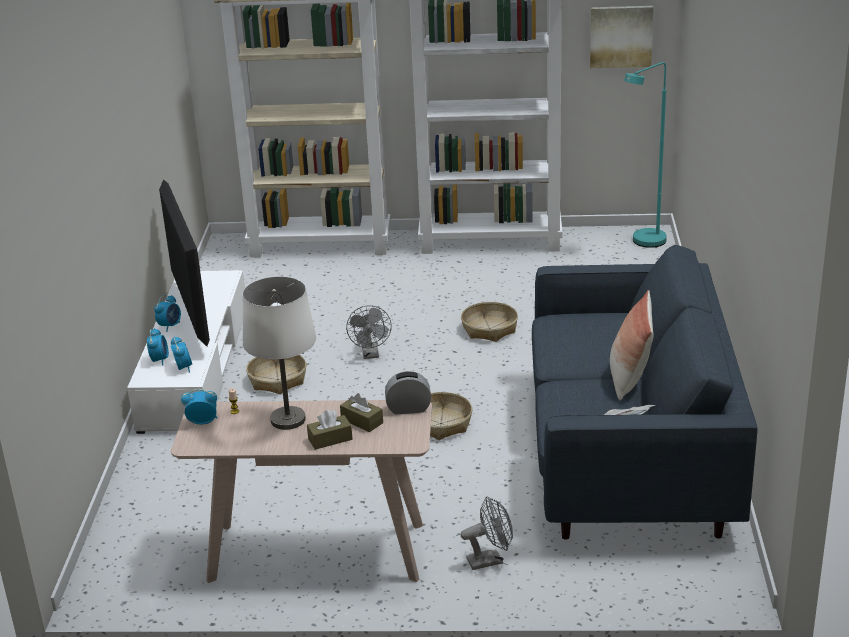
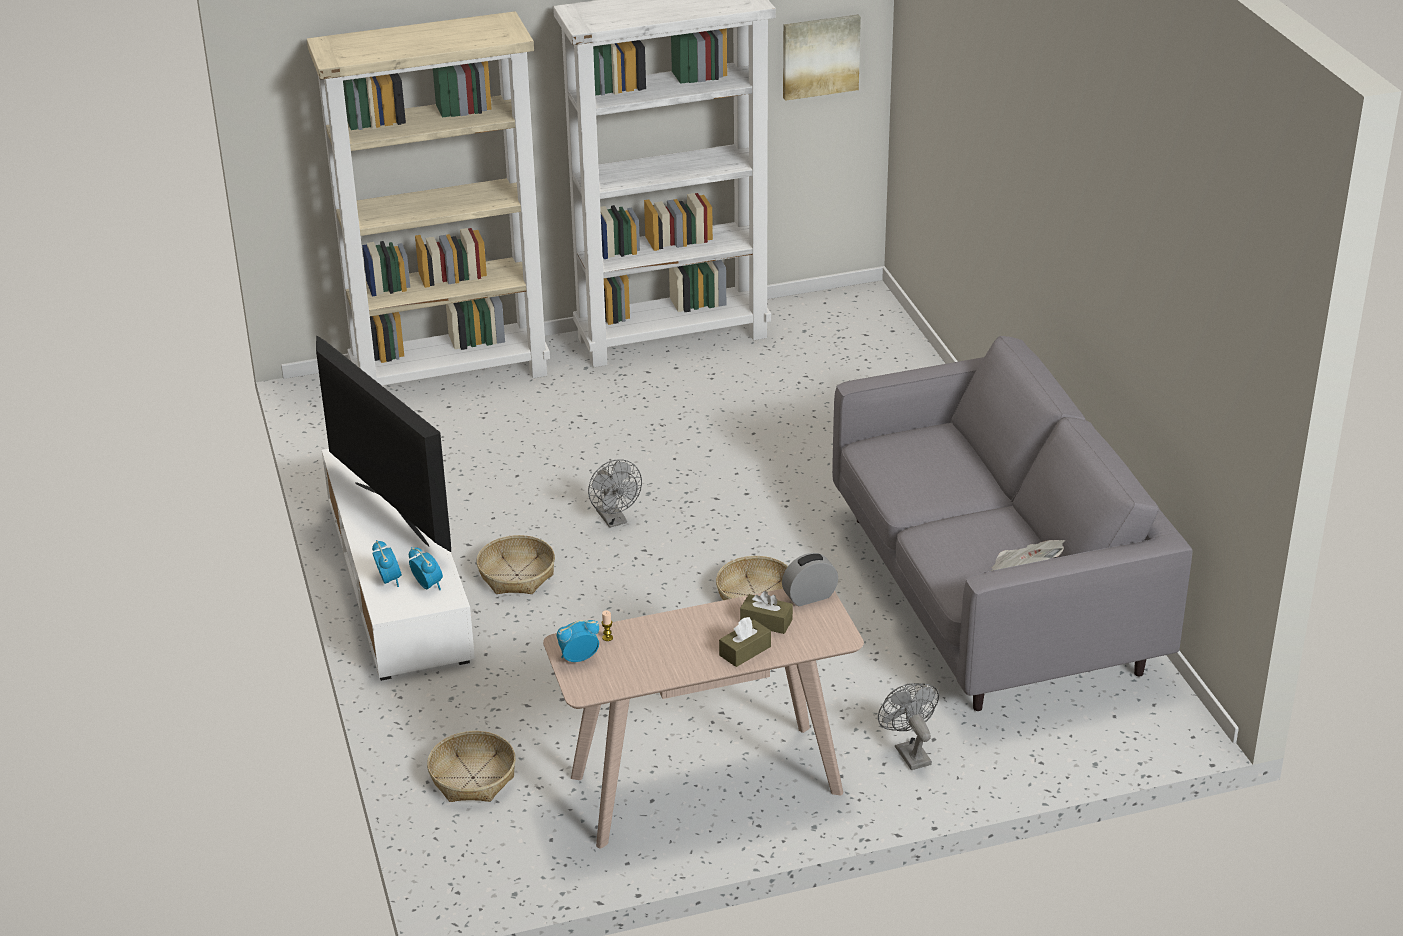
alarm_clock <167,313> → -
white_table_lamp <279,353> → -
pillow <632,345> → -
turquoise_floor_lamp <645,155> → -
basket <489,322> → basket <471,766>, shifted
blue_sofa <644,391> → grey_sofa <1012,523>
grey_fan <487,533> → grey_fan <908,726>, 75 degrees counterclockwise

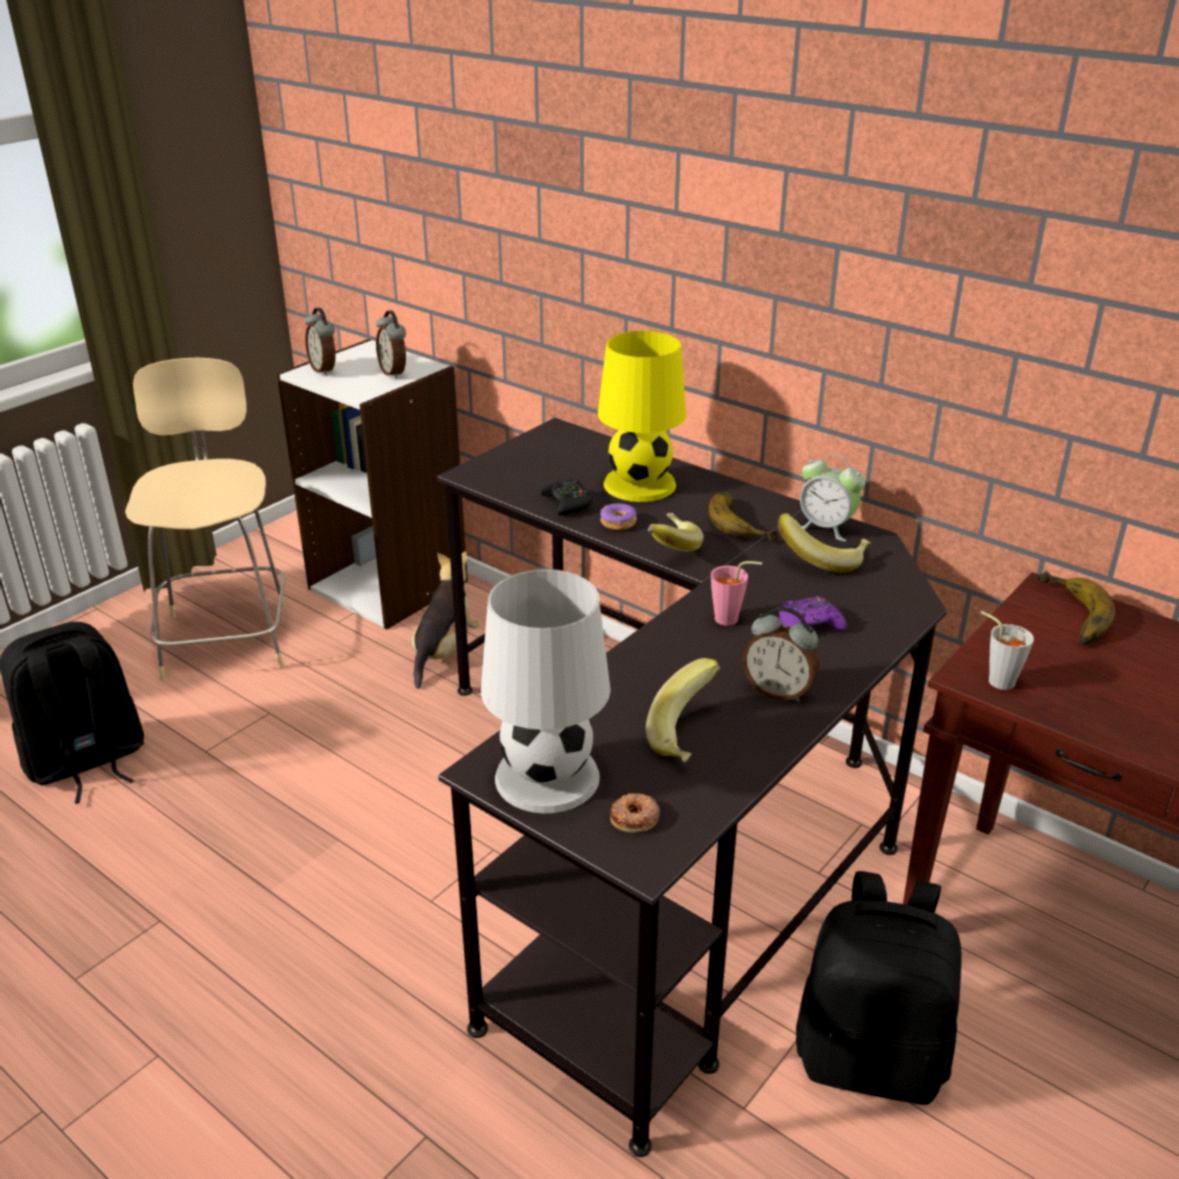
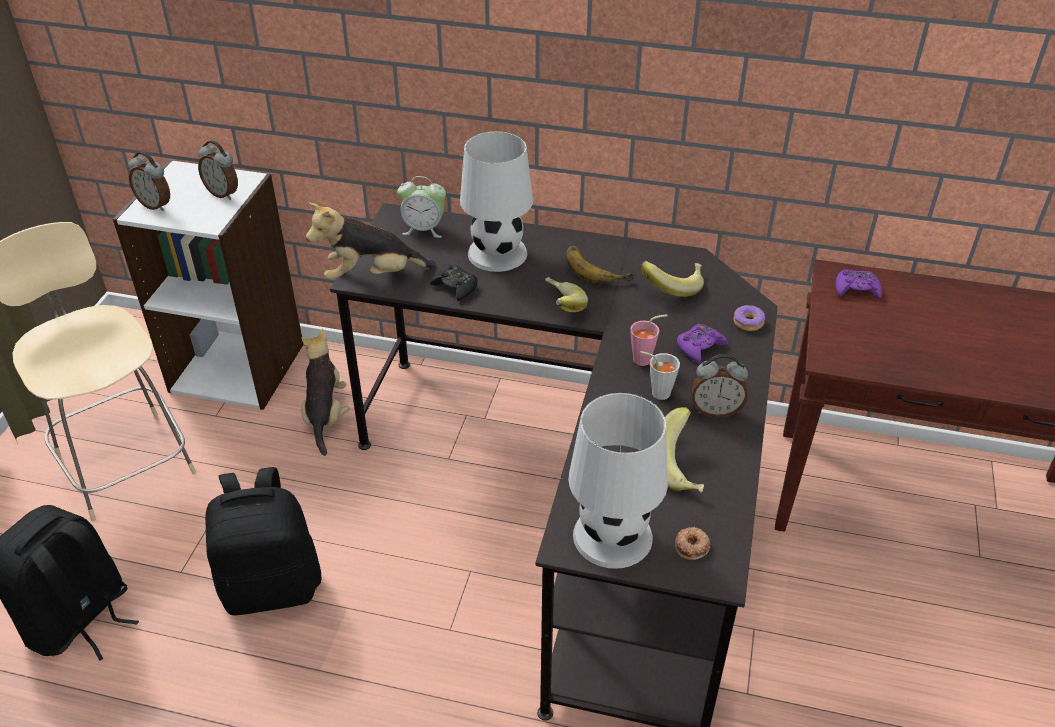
- → plush_toy <371,241>
donut <618,516> → donut <749,318>, shifted
black_backpack <879,988> → black_backpack <263,541>, shifted
alarm_clock <832,497> → alarm_clock <421,207>, shifted
grey_cup <1007,650> → grey_cup <660,375>, shifted
banana <1076,608> → purple_game_controller <859,284>
yellow_table_lamp <642,416> → white_table_lamp <496,201>

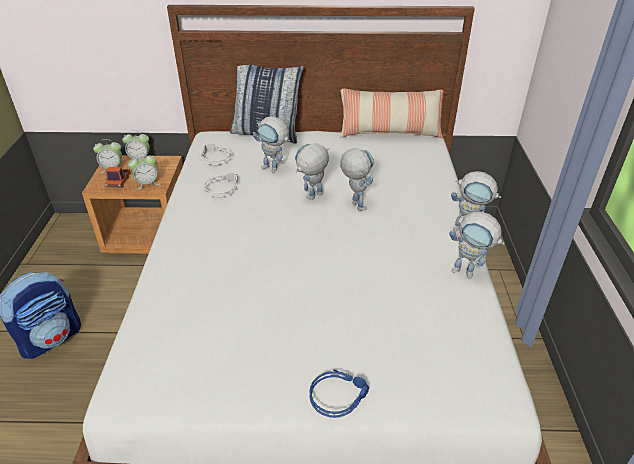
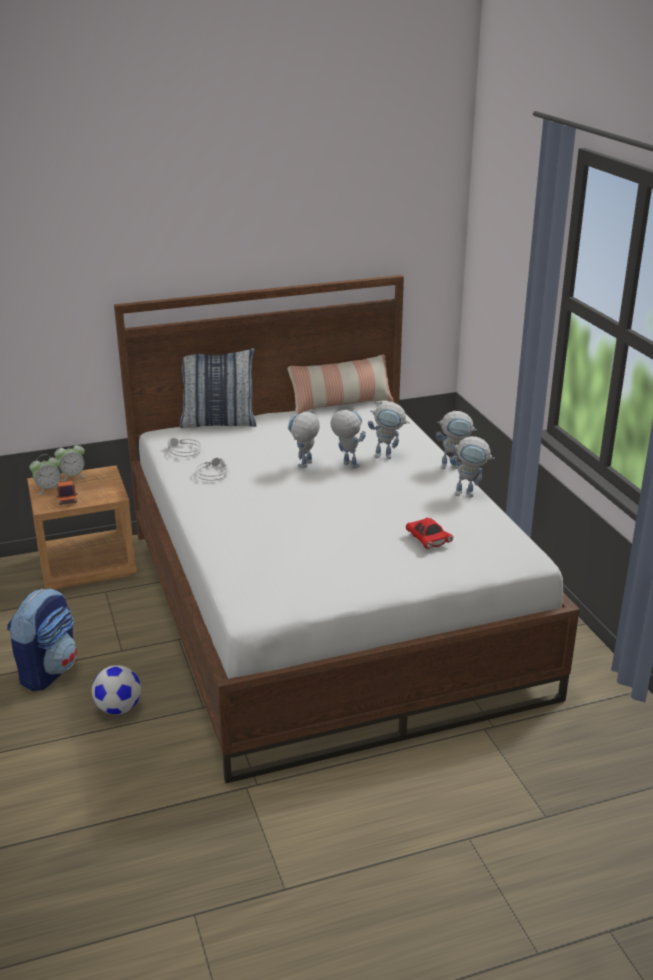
alarm_clock <144,171> → -
blue_headphones <339,393> → -
- → football <116,689>
- → red_toy_car <429,533>
toy_robot <271,144> → toy_robot <389,430>, shifted

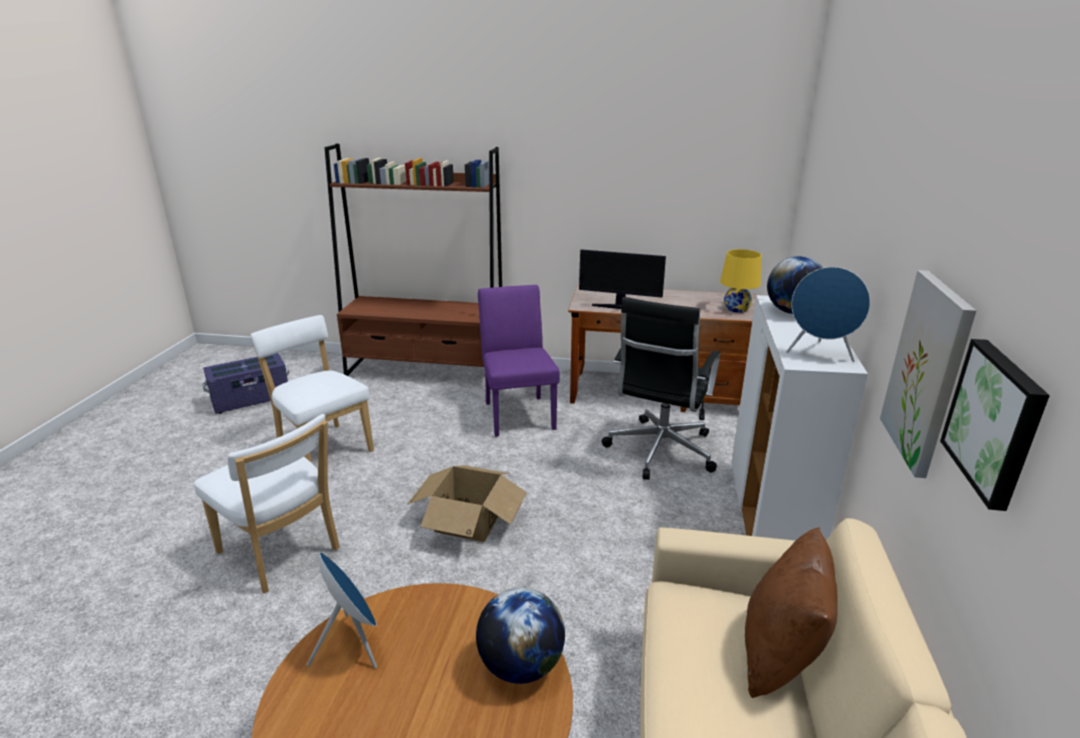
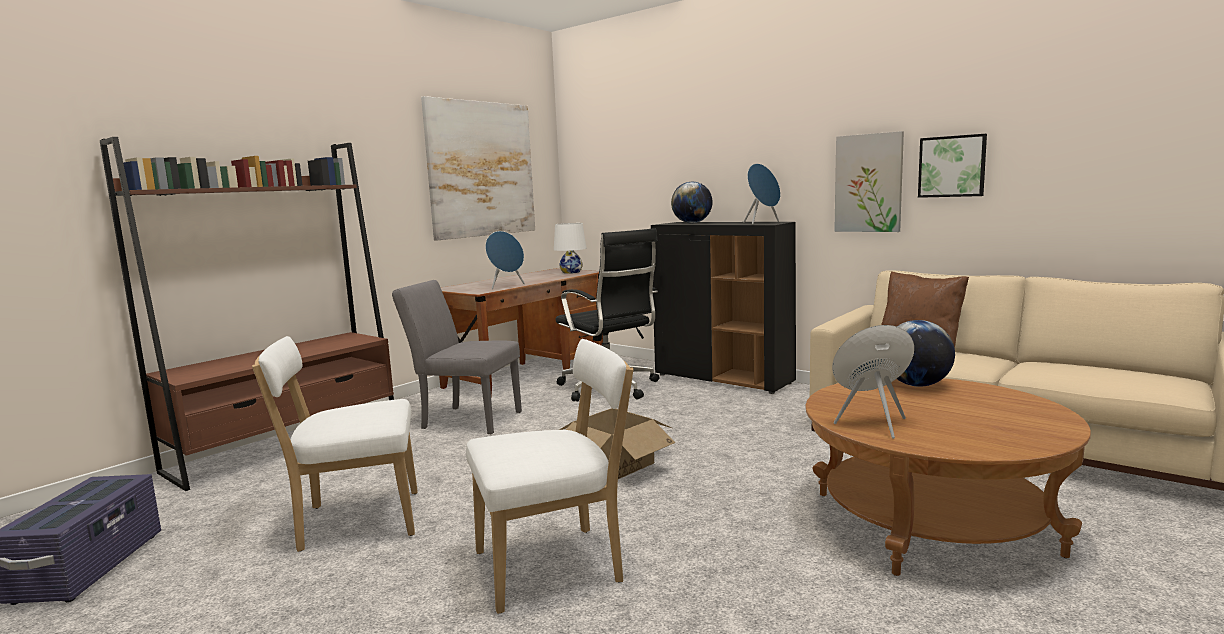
- → picture <478,168>
monitor <622,279> → blue_speaker <505,260>
purple_chair <519,361> → grey_chair <457,357>
yellow_table_lamp <741,281> → white_table_lamp <570,248>
white_cabinet <800,418> → black_cabinet <723,308>

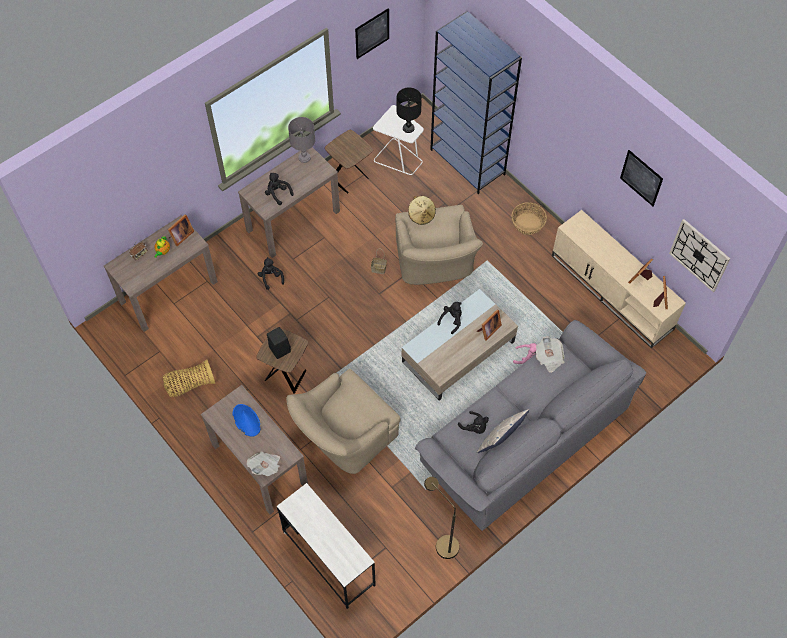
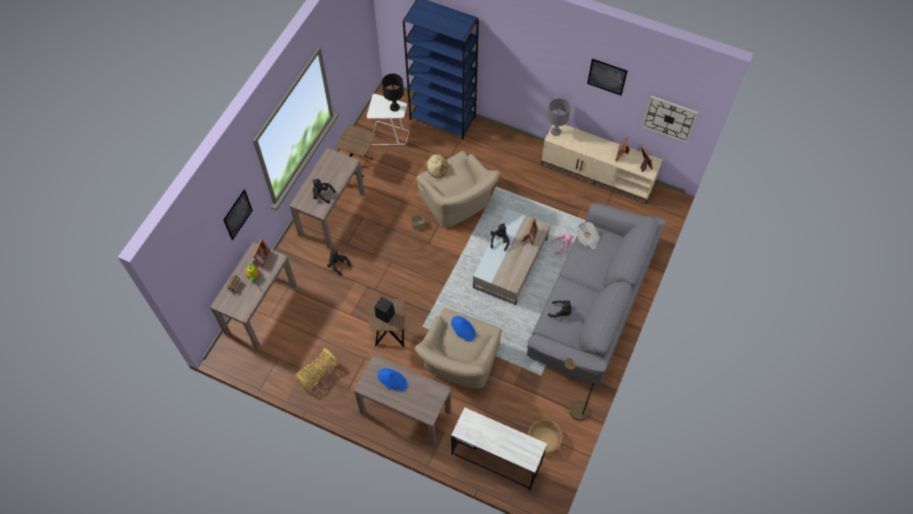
newspaper <263,464> → -
pillow <503,431> → -
- → blue_hat <463,328>
grey_table_lamp <301,140> → grey_table_lamp <559,117>, shifted
picture <372,33> → picture <238,215>, shifted
basket <529,218> → basket <545,436>, shifted

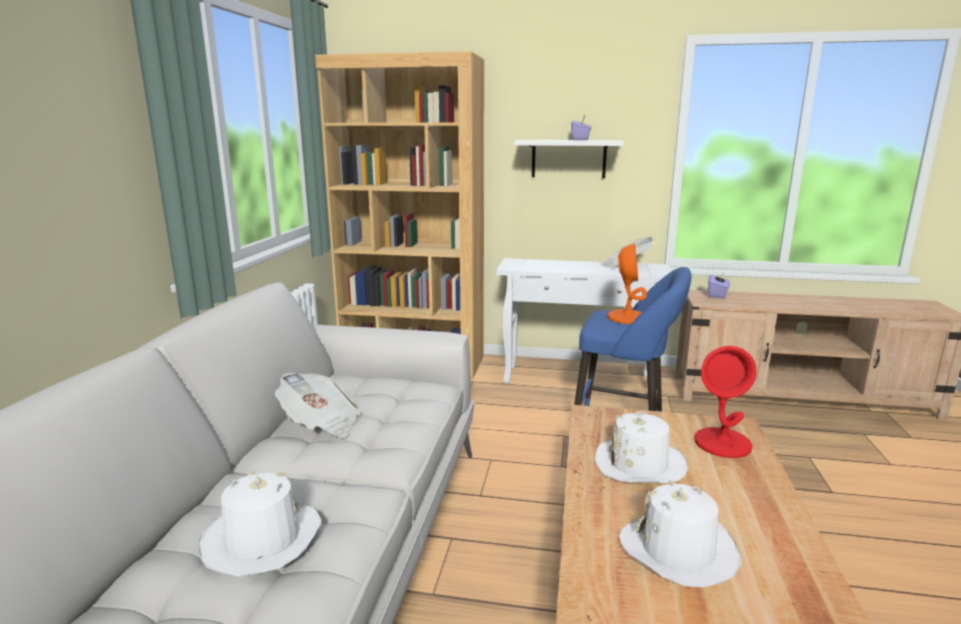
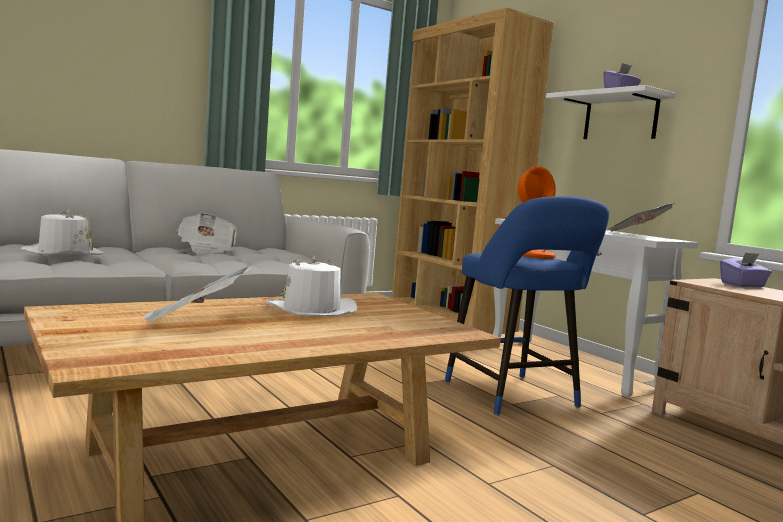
red_table_lamp <725,402> → -
white_hat <680,534> → newspaper <197,295>

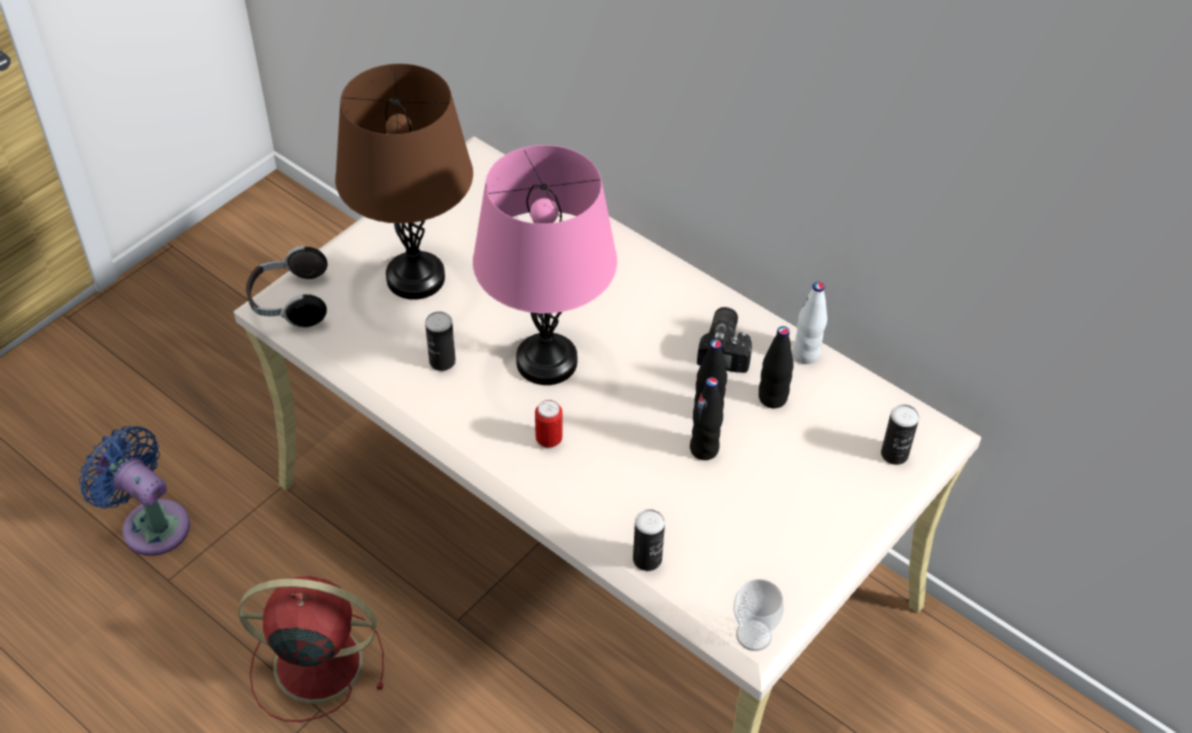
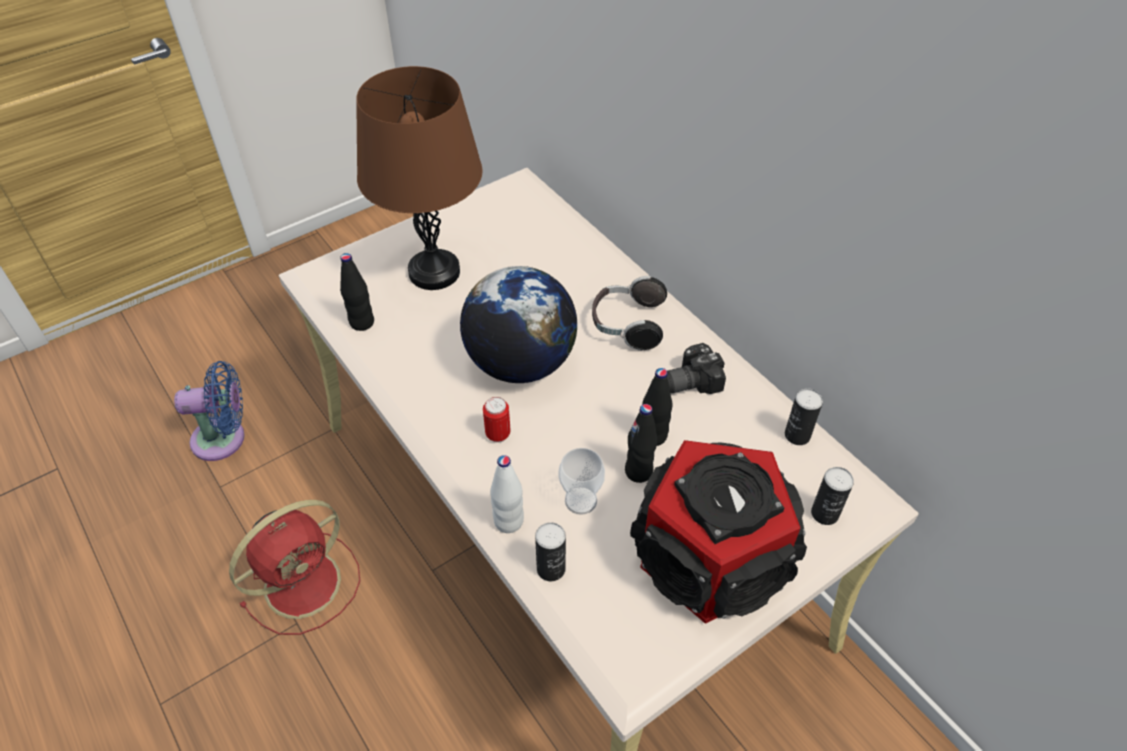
- → speaker <718,532>
headphones <286,287> → headphones <629,313>, shifted
can <440,341> → can <804,416>, shifted
cup <759,615> → cup <582,481>, shifted
black_bottle <776,367> → black_bottle <357,292>, shifted
white_bottle <810,323> → white_bottle <507,494>, shifted
pink_table_lamp <545,265> → globe <518,324>
blue_fan <134,491> → blue_fan <209,411>, 120 degrees clockwise
red_fan <311,649> → red_fan <294,567>, 120 degrees clockwise
photo_camera <724,340> → photo_camera <696,368>, 135 degrees counterclockwise

